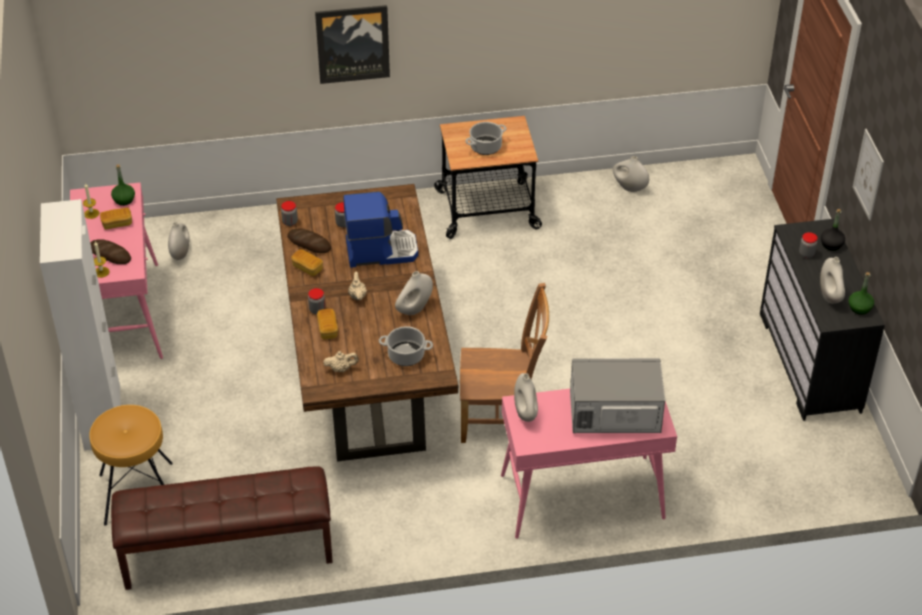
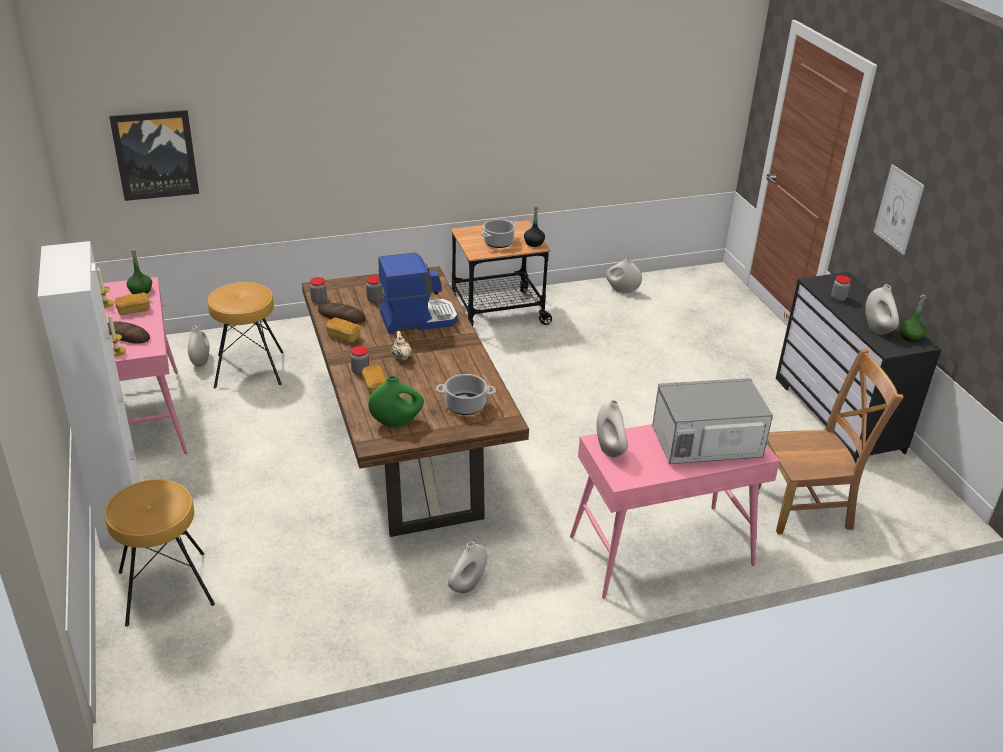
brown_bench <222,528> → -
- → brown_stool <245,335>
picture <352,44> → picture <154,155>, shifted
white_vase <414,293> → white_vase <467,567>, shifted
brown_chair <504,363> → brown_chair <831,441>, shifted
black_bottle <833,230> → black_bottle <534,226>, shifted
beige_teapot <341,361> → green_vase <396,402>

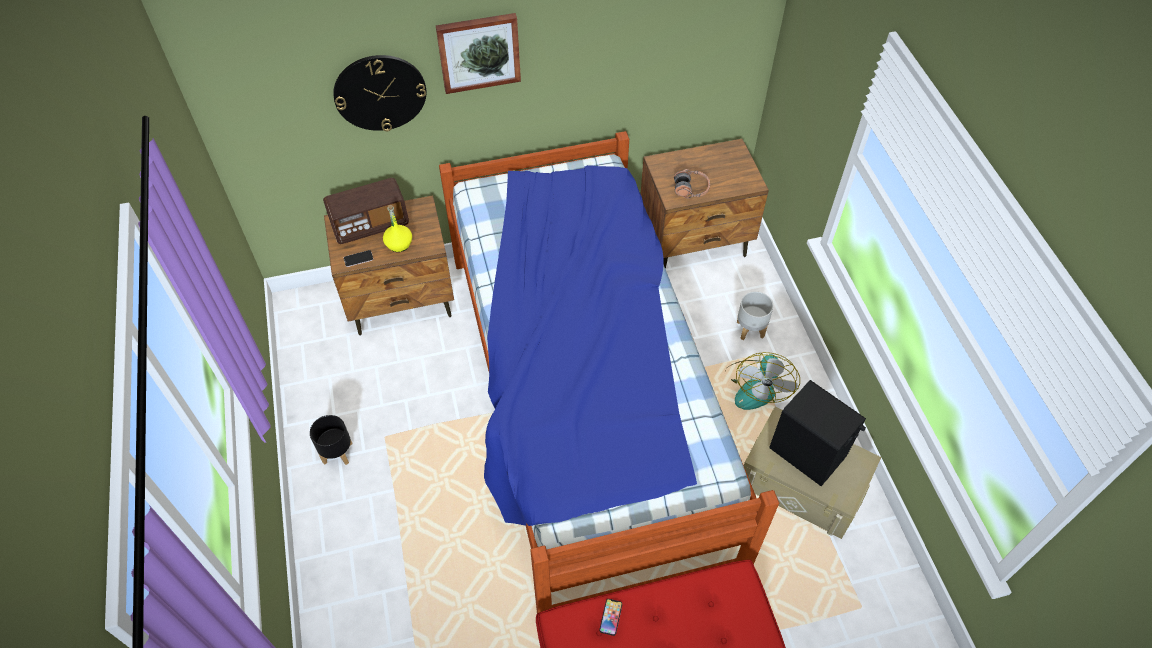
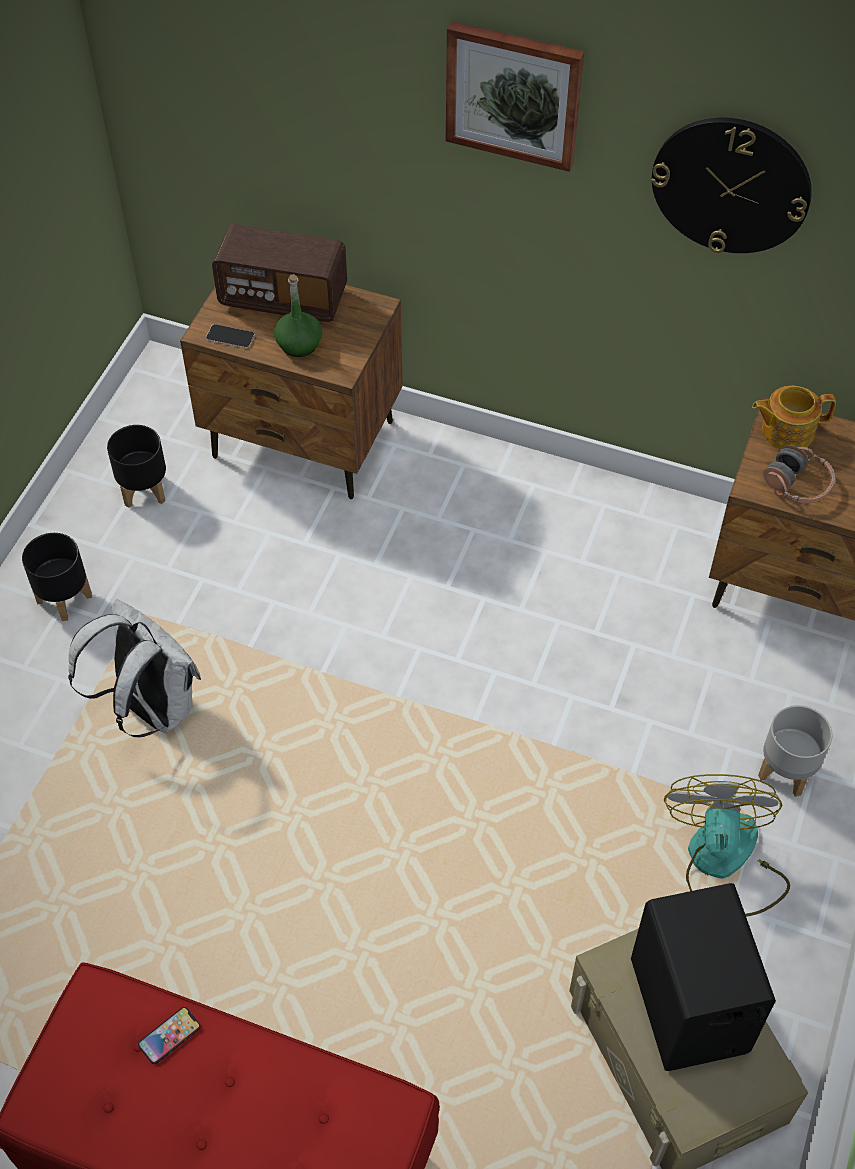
bed <609,372> → -
- → white_backpack <134,668>
- → black_planter <136,466>
- → teapot <794,417>
wall_clock <379,93> → wall_clock <731,185>, shifted
yellow_bottle <397,228> → green_bottle <298,315>
fan <762,381> → fan <727,845>, 135 degrees clockwise

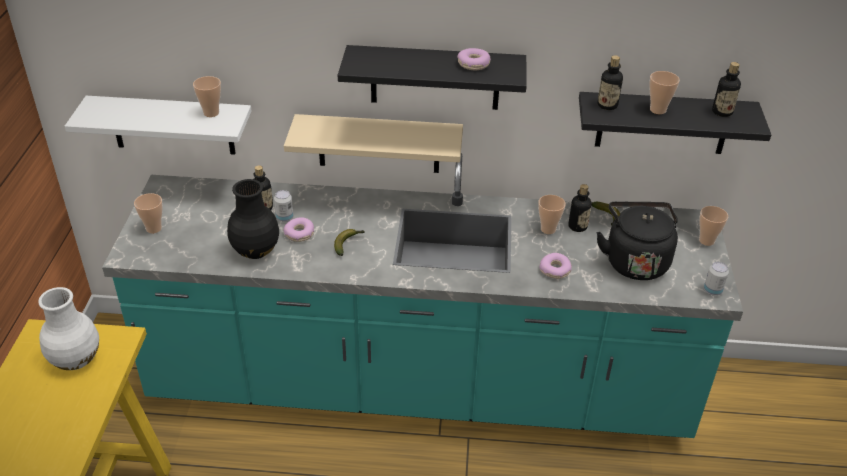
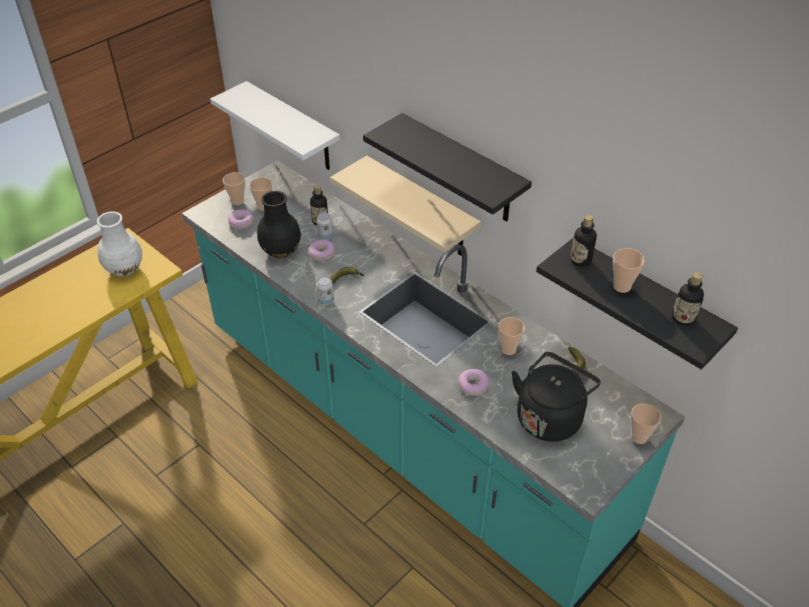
bottle <580,208> → -
cup <207,96> → cup <260,194>, shifted
donut <474,59> → donut <241,219>, shifted
can <716,279> → can <325,290>, shifted

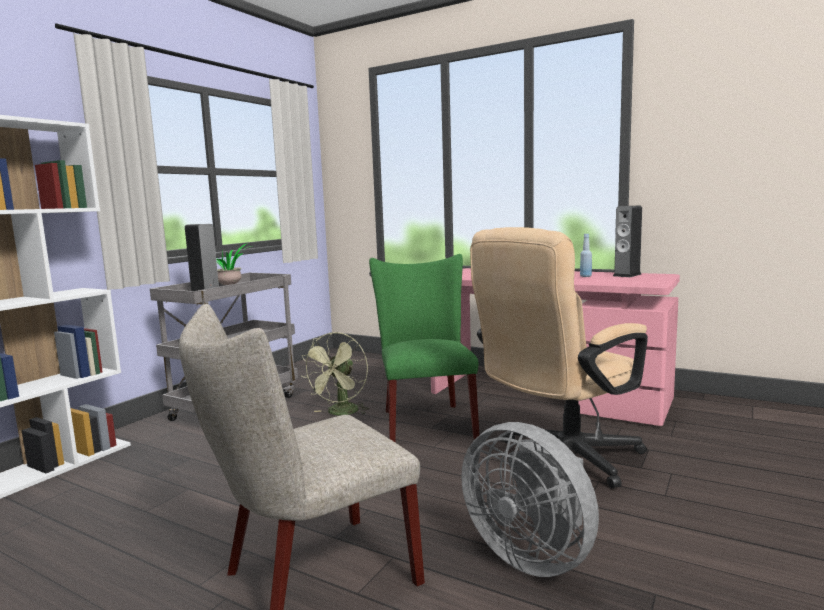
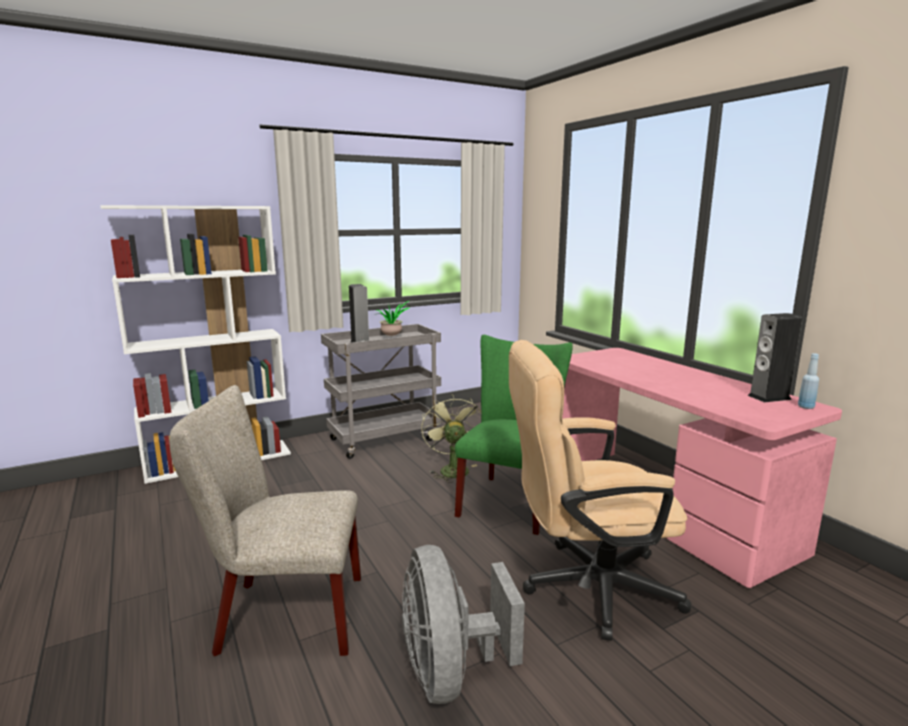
blue_bottle <586,255> → blue_bottle <808,381>, shifted
green_fan <334,373> → green_fan <451,438>, 120 degrees clockwise

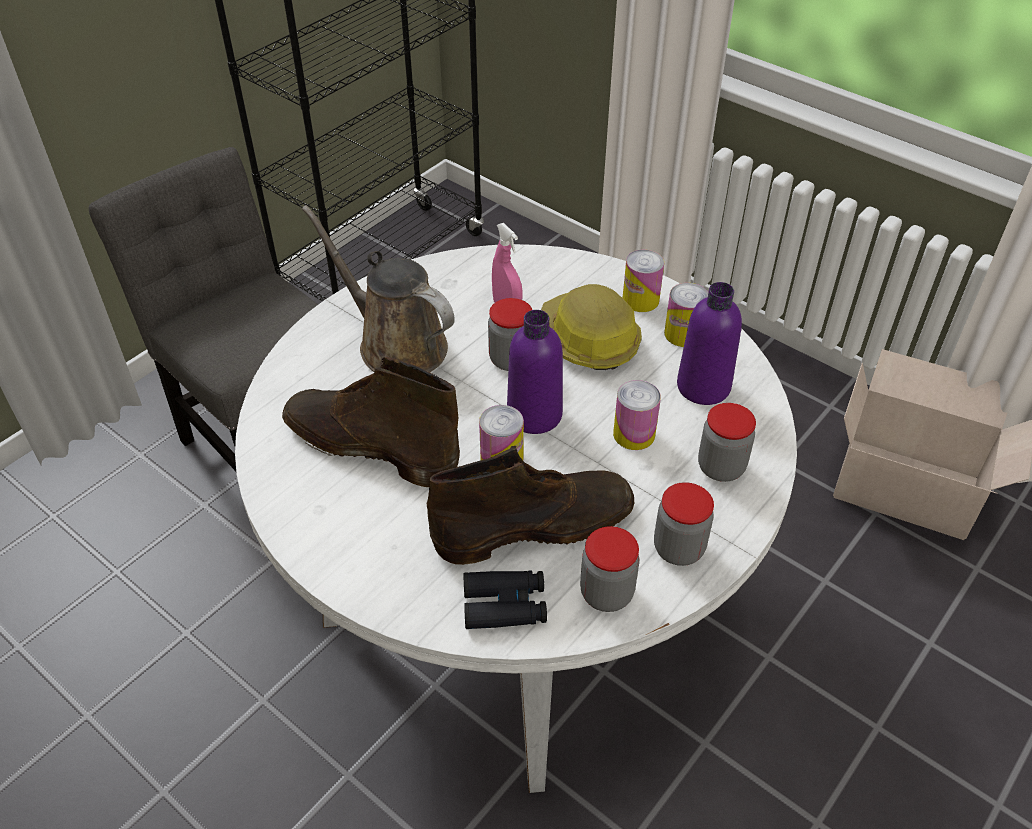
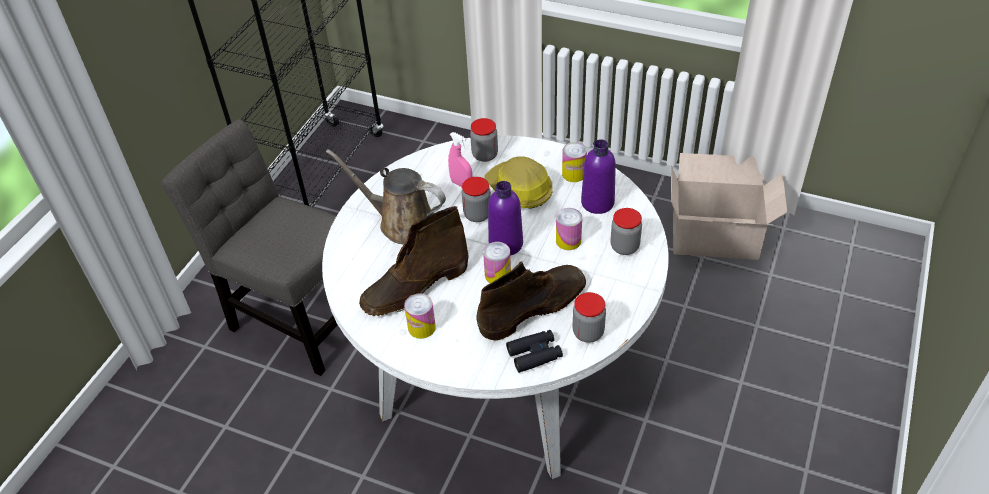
can <643,281> → can <420,316>, shifted
jar <684,524> → jar <484,140>, shifted
brown_boot <371,421> → brown_boot <413,261>, 45 degrees counterclockwise

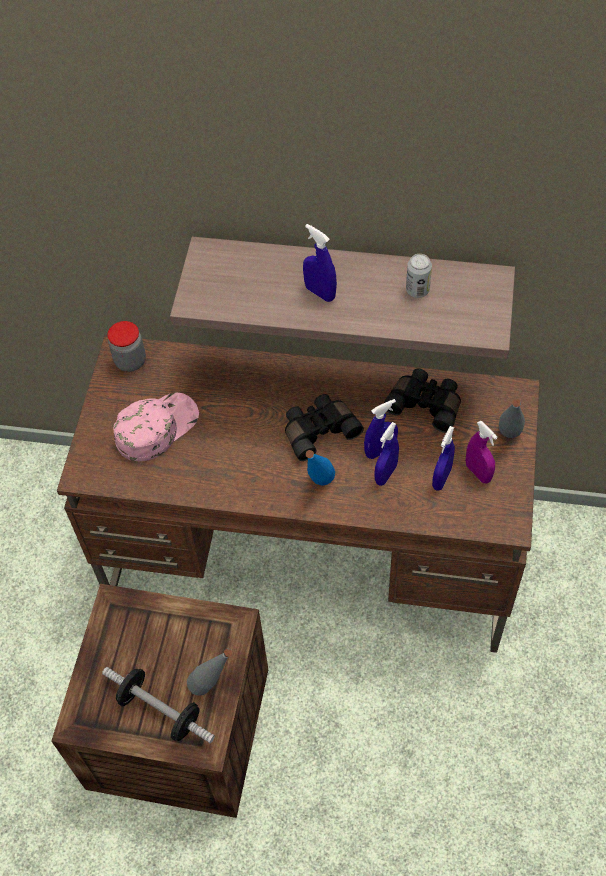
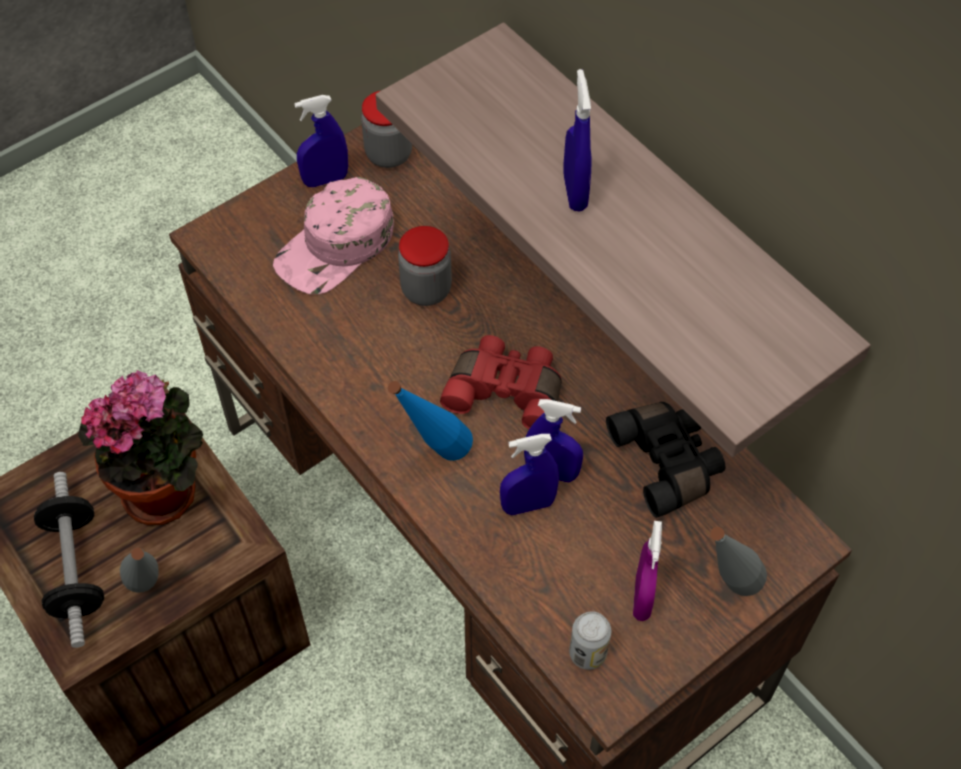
- → potted_plant <140,447>
- → jar <425,266>
can <419,276> → can <590,640>, shifted
blue_spray_bottle <443,458> → blue_spray_bottle <321,141>, shifted
black_binoculars <324,427> → red_binoculars <500,382>
pink_cap <156,427> → pink_cap <333,235>, 135 degrees clockwise

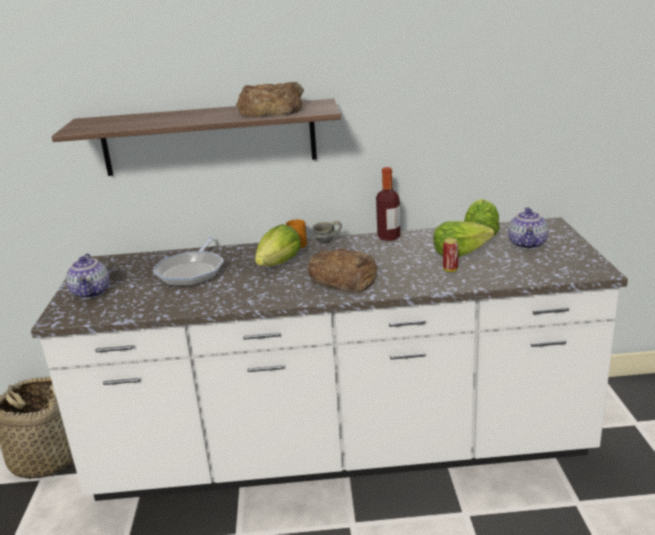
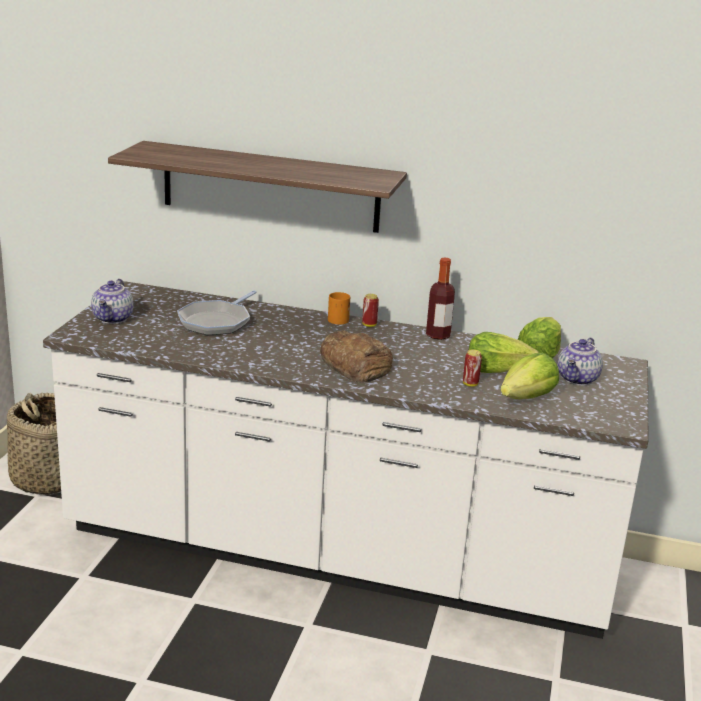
bread <270,99> → -
lettuce <278,245> → lettuce <530,376>, shifted
grey_mug <327,232> → can <370,310>

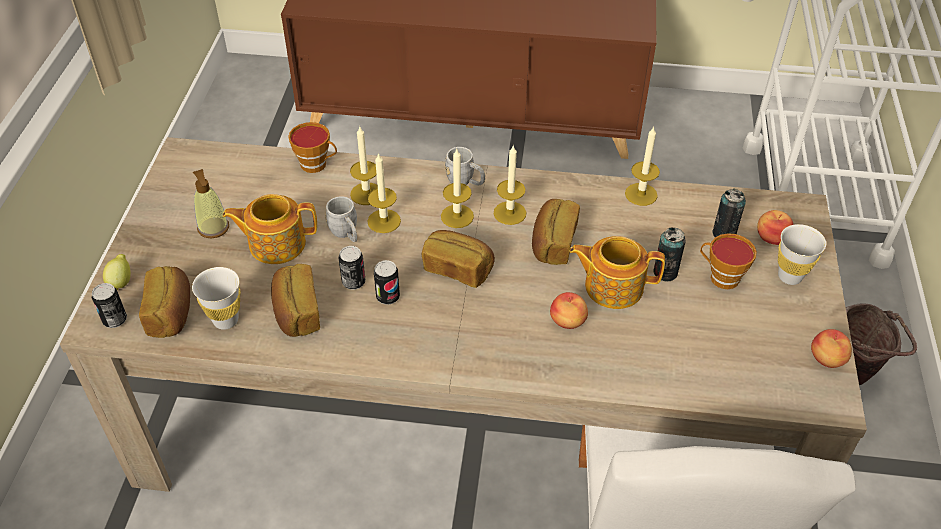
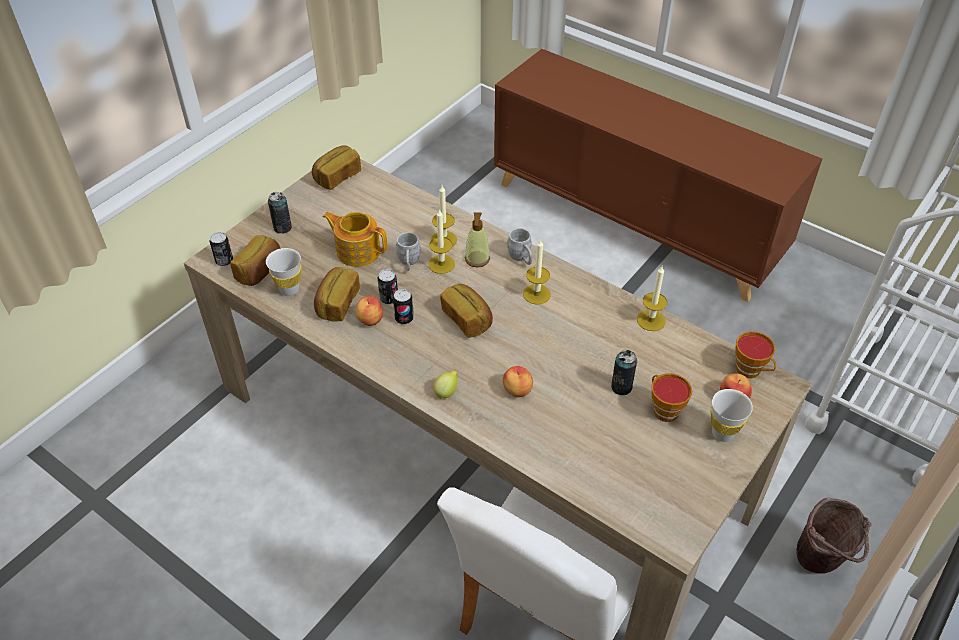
candle <457,188> → -
teapot <617,272> → -
lemon <117,272> → lemon <445,384>, shifted
soap_dispenser <211,204> → soap_dispenser <477,239>, shifted
cup <312,147> → cup <755,355>, shifted
bread <556,232> → bread <336,167>, shifted
can <729,213> → can <280,213>, shifted
apple <831,348> → apple <369,311>, shifted

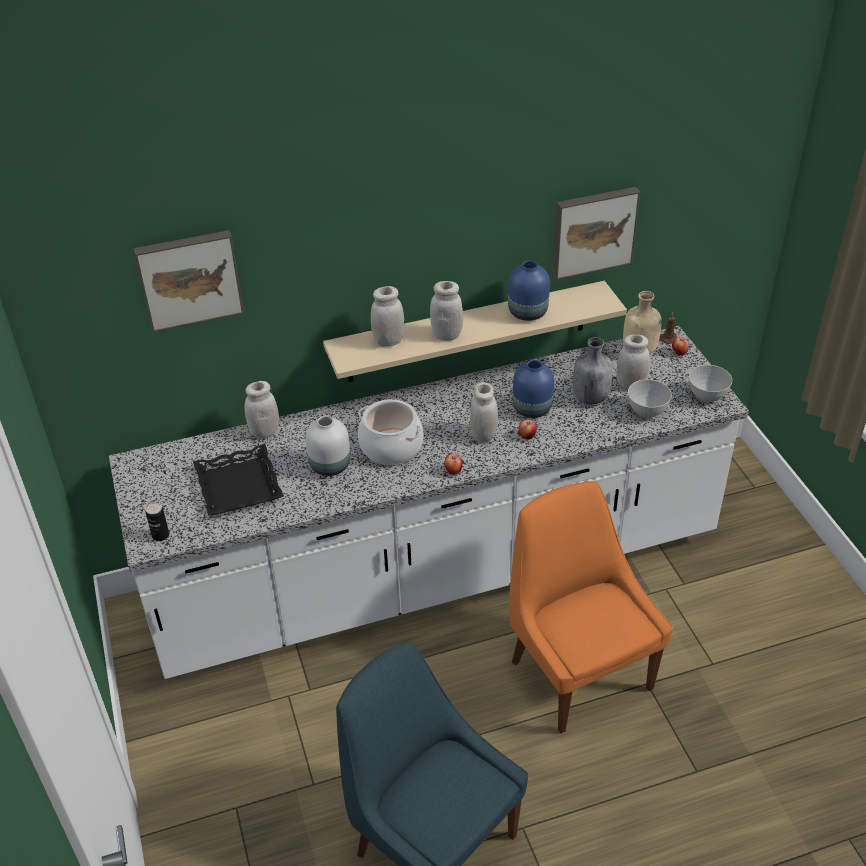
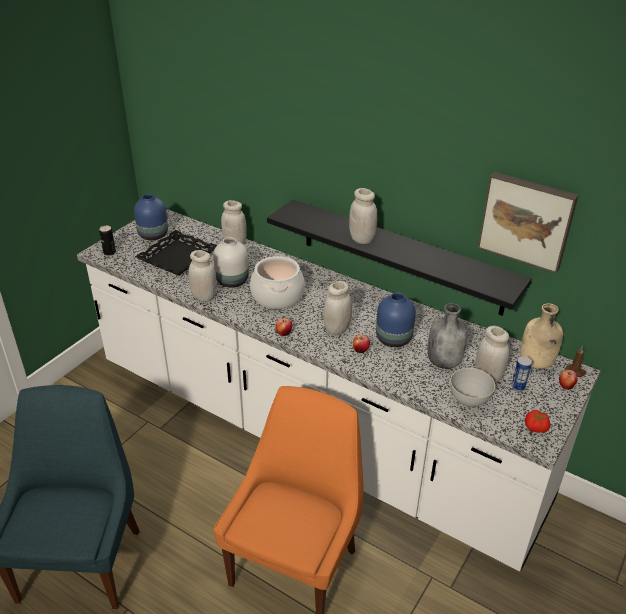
picture <189,281> → -
- → can <521,374>
white_jar <387,316> → white_jar <202,276>, shifted
blue_vase <529,290> → blue_vase <151,217>, shifted
grey_bowl <710,384> → tomato <537,421>
beige_shelf <475,331> → black_shelf <399,257>

